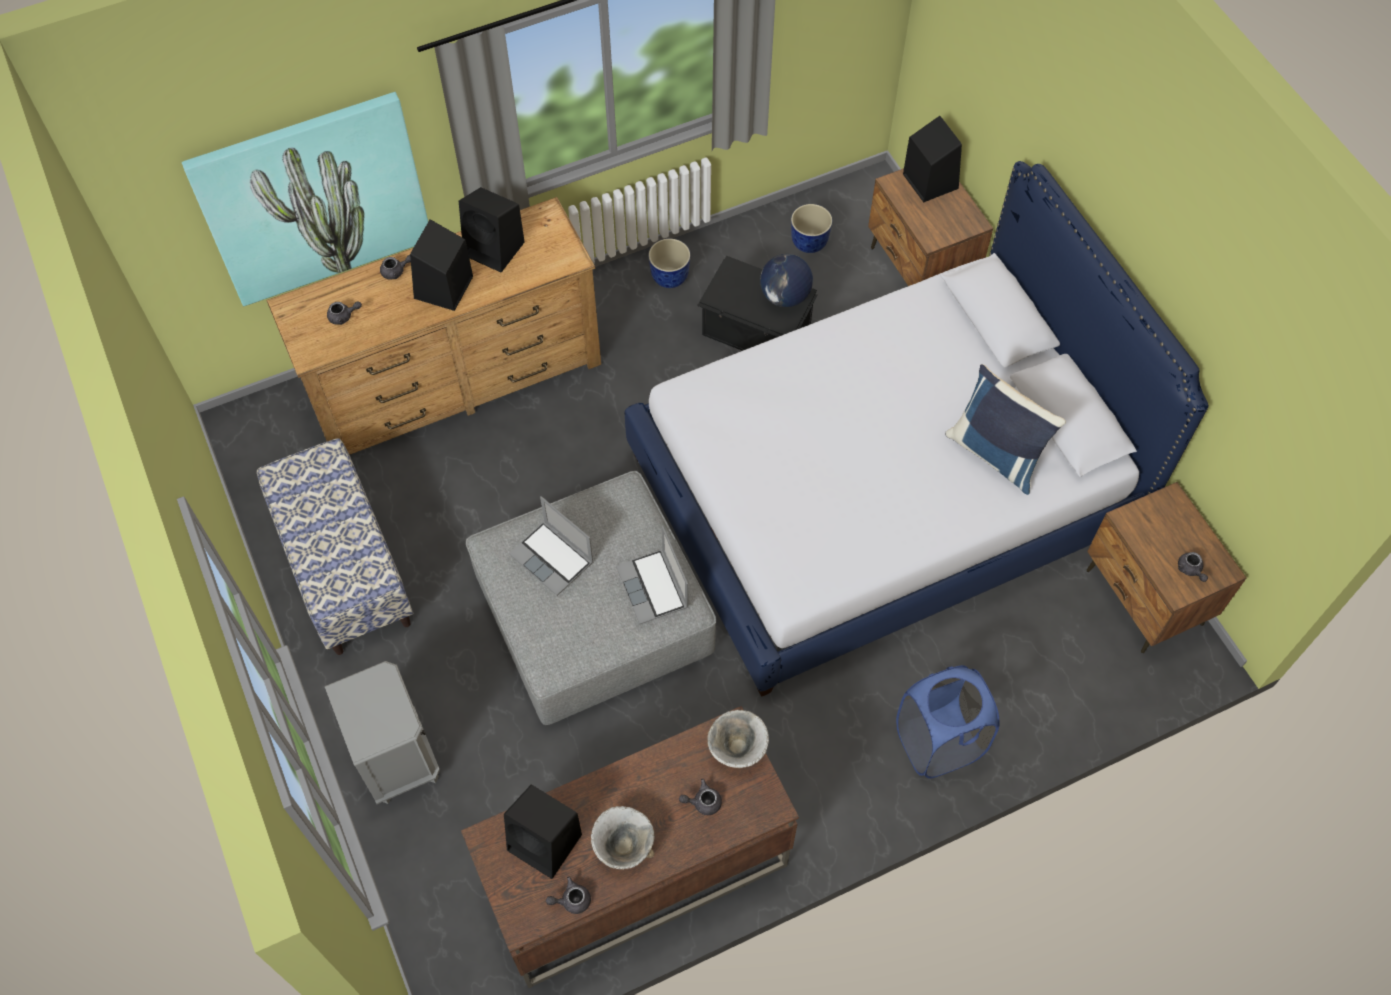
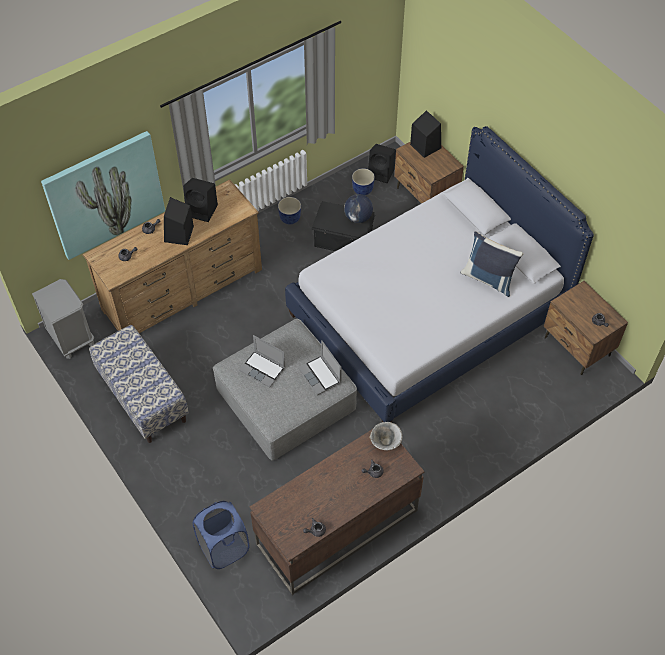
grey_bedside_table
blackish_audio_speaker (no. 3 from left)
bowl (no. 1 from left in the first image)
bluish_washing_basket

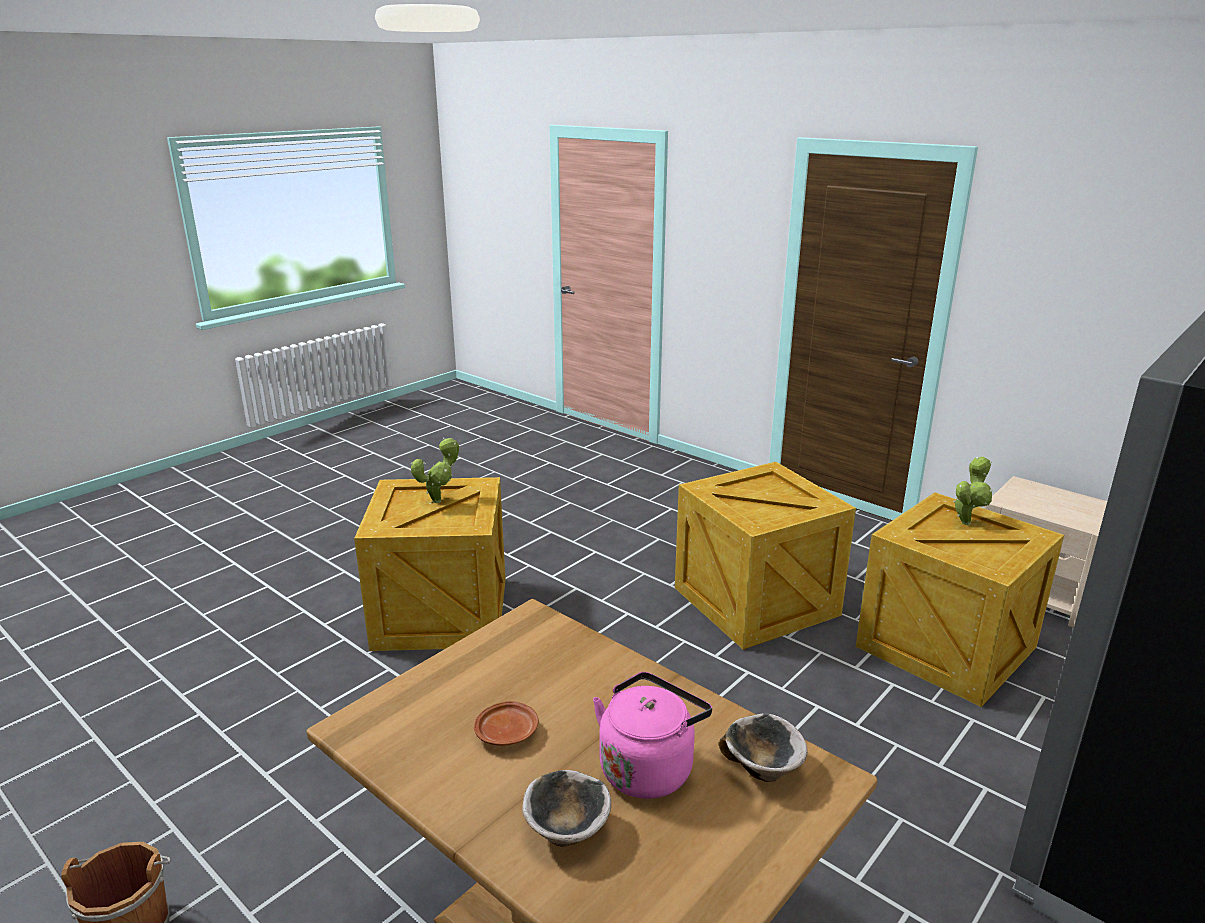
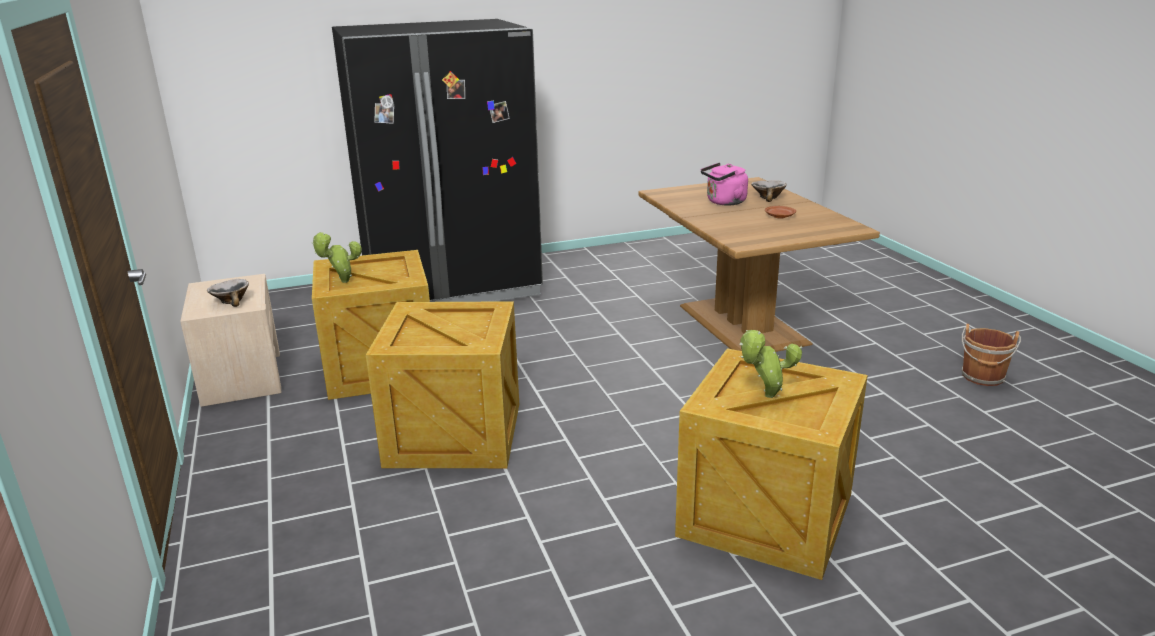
bowl (no. 1 from left)

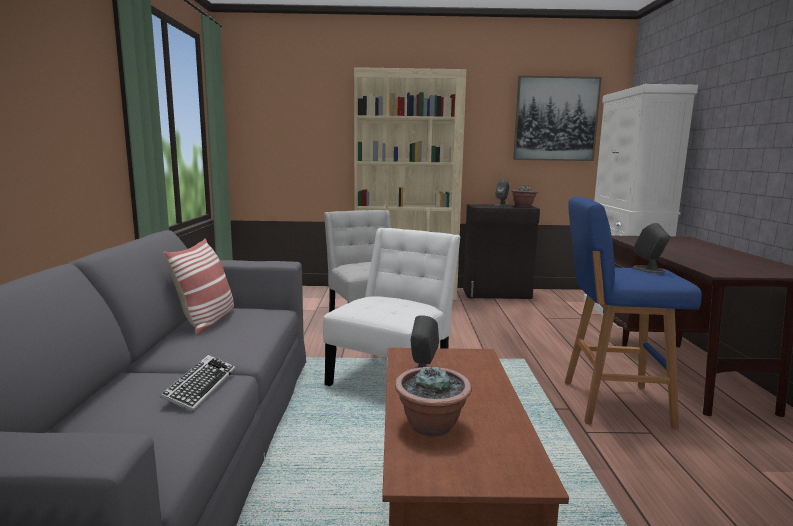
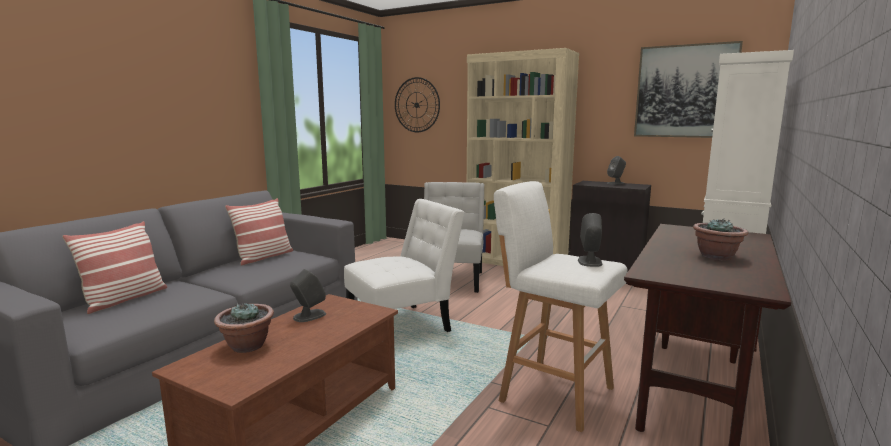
PC_keyboard
potted_plant (no. 2 from left)
whitish_sitting_stool
throw_pillow (no. 1 from left)
clock_on_the_wall

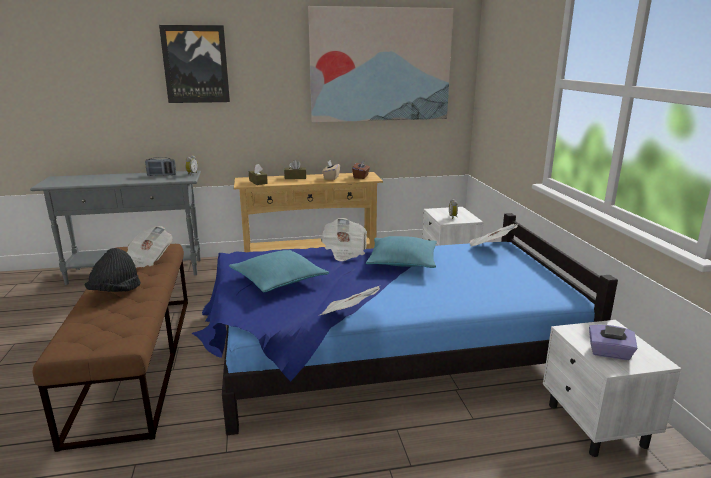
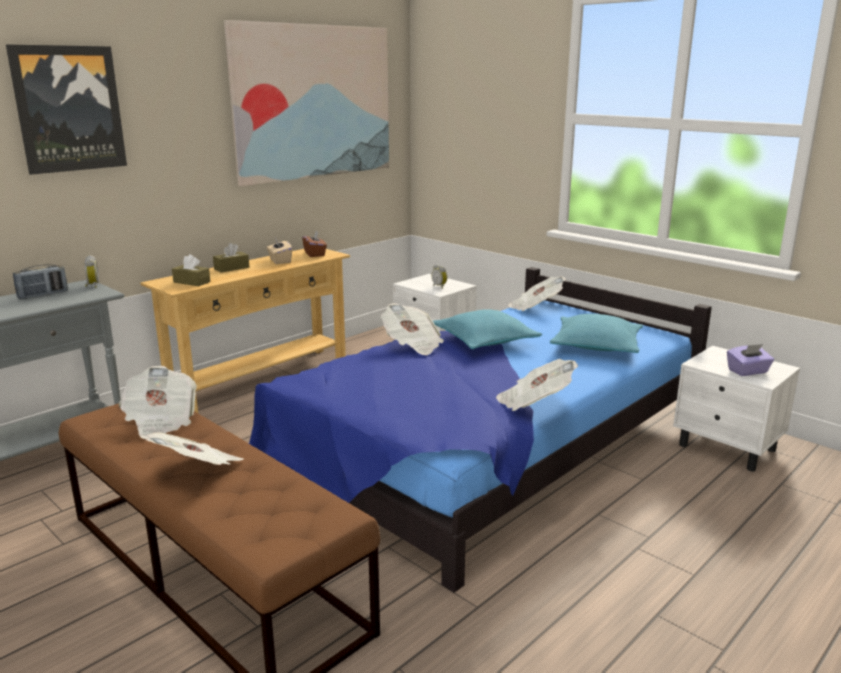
printed_paper (no. 2 from left)
turquoise-coloured_throw_pillow (no. 2 from left)

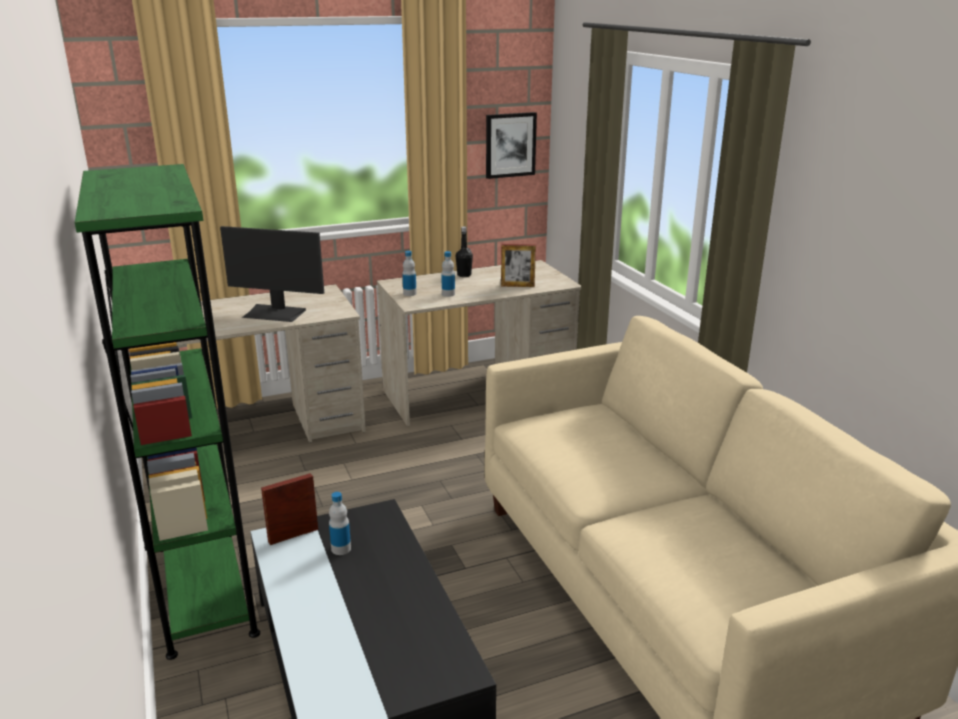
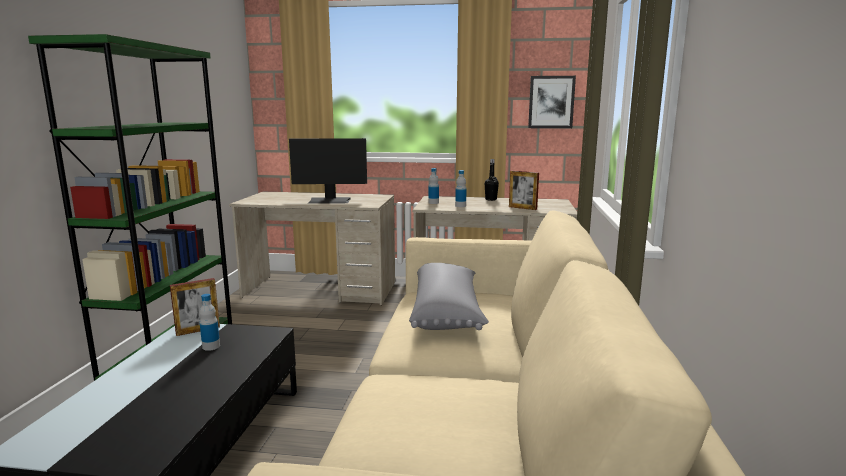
computer_display
photo_frame (no. 1 from left)
grey_throw_pillow

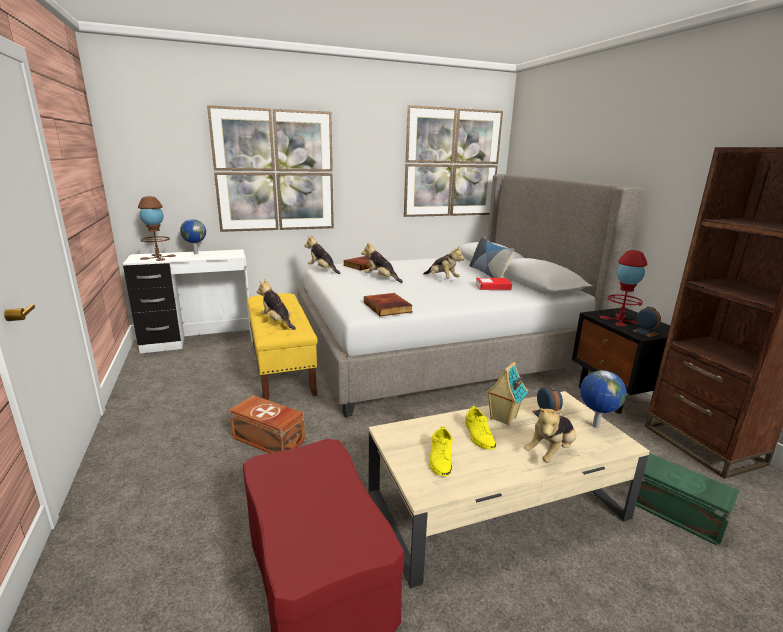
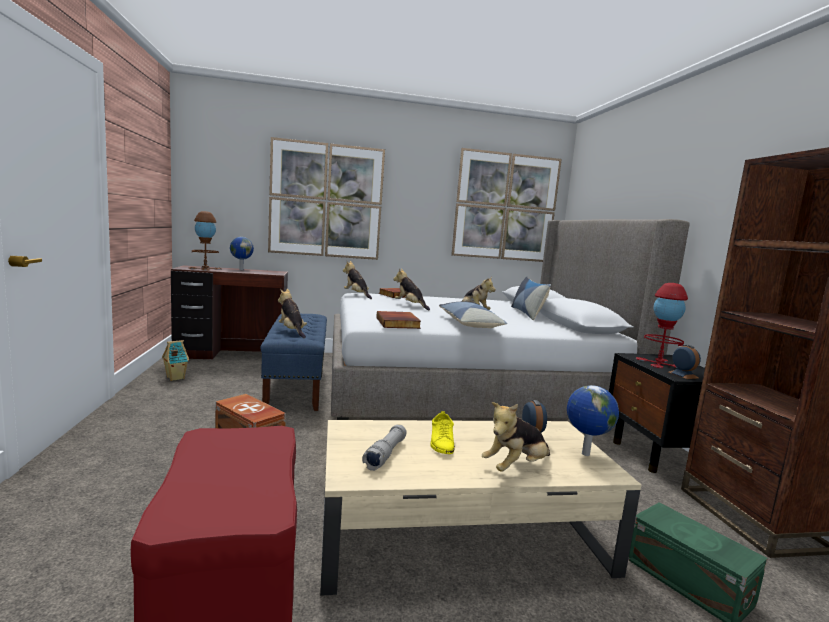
brownish_desk
bluish_indoor_bench
grey_hand_torch
bound_book (no. 3 from left in the first image)
miniature_house
throw_pillow (no. 1 from left)

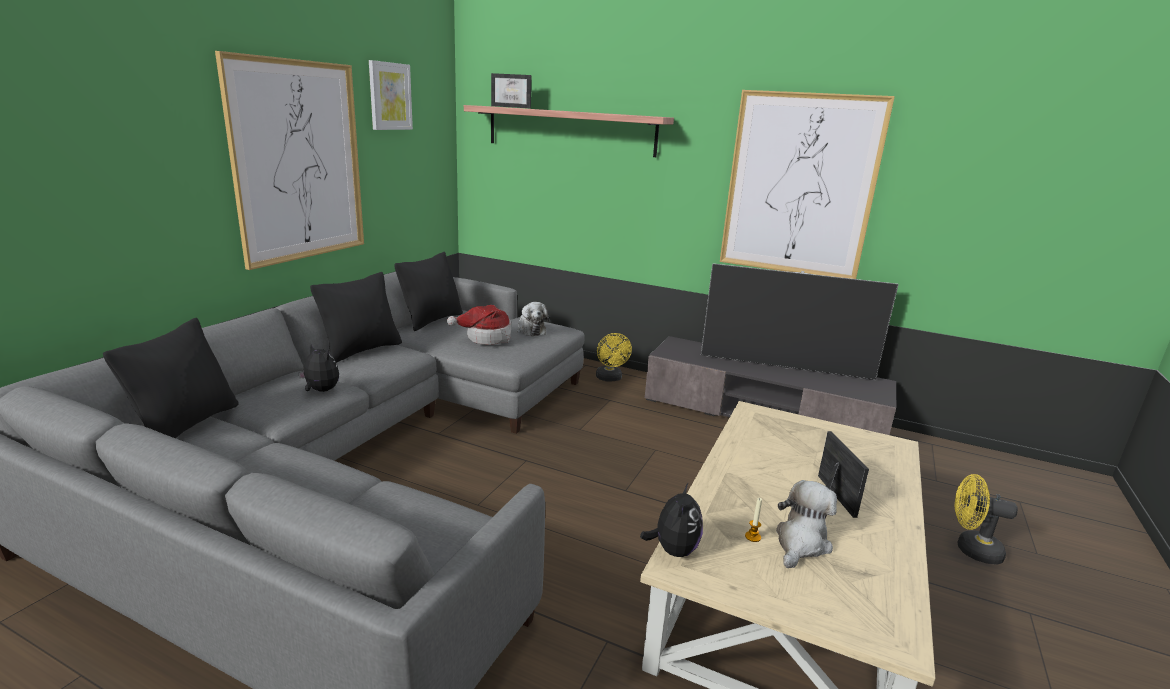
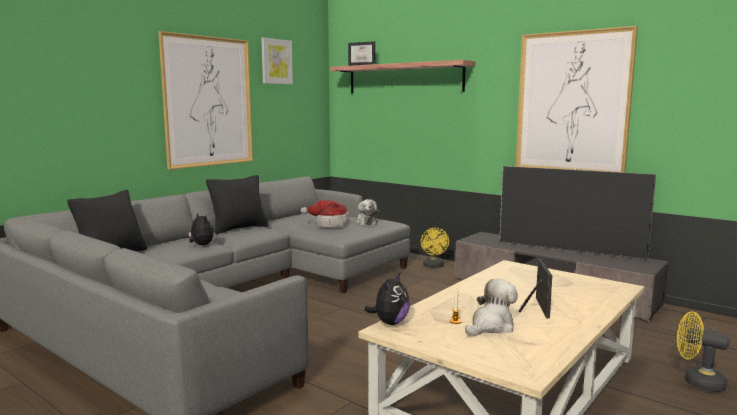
blackish_throw_pillow (no. 3 from left in the first image)

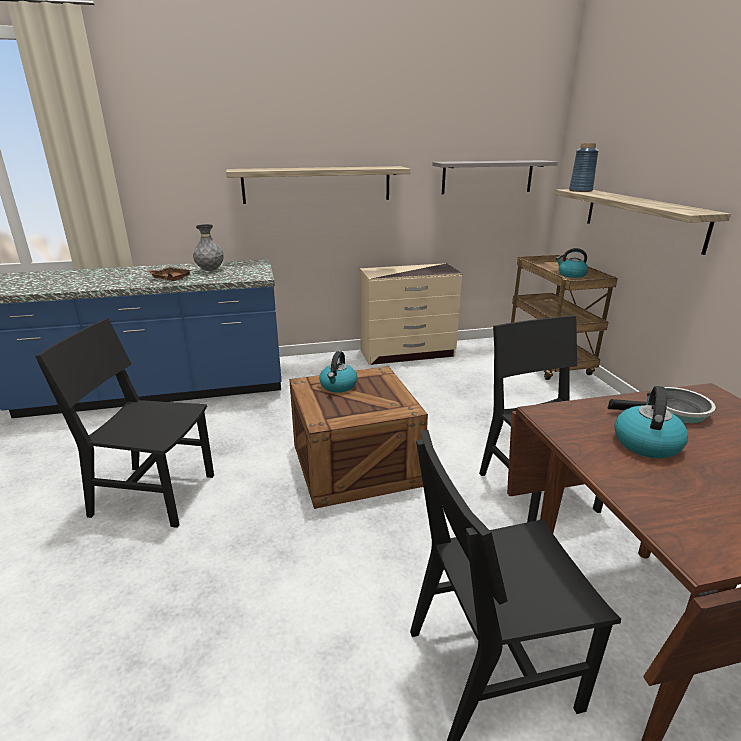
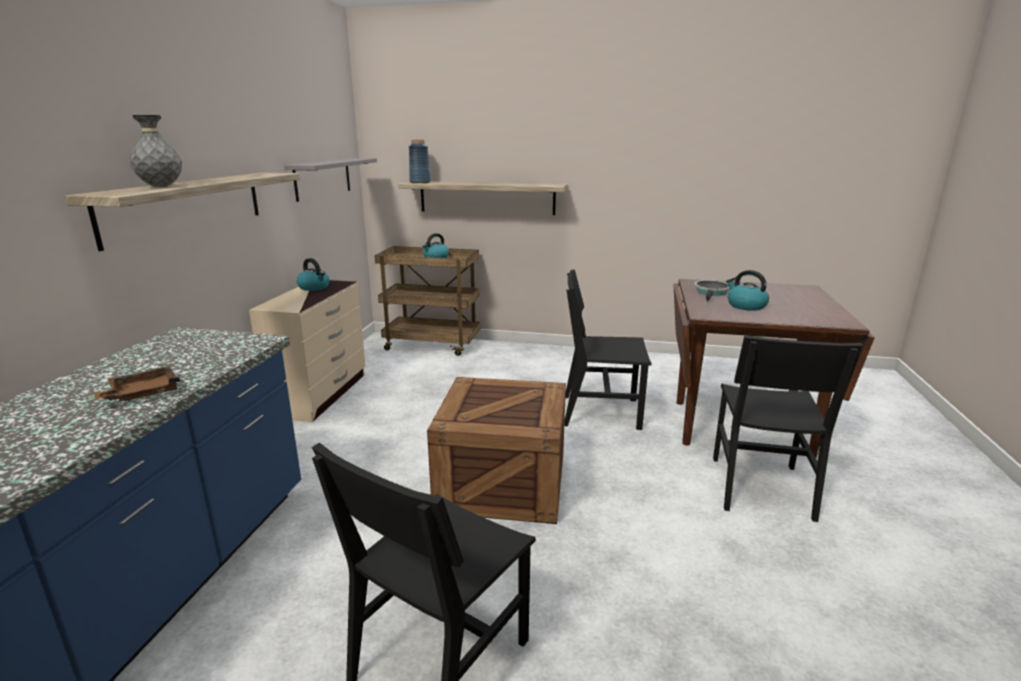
grey_decorative_vase
kettle (no. 1 from left)

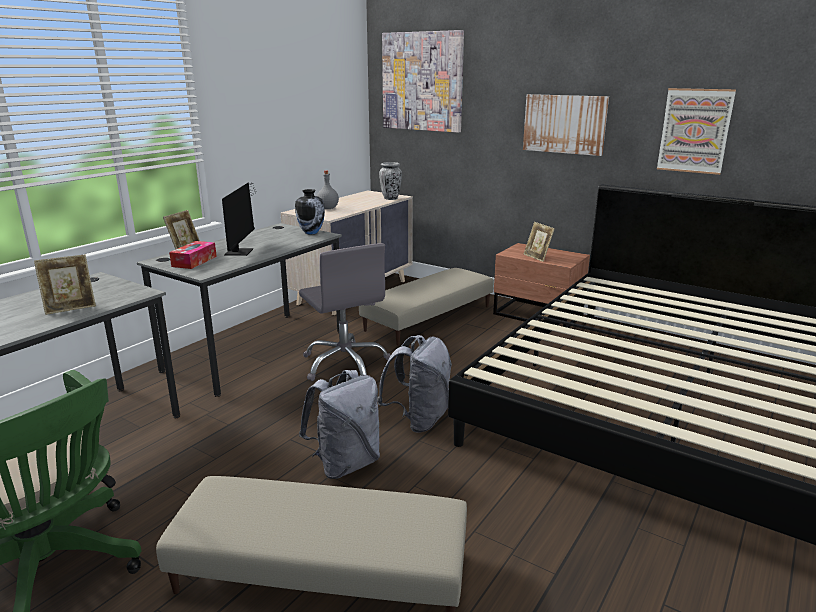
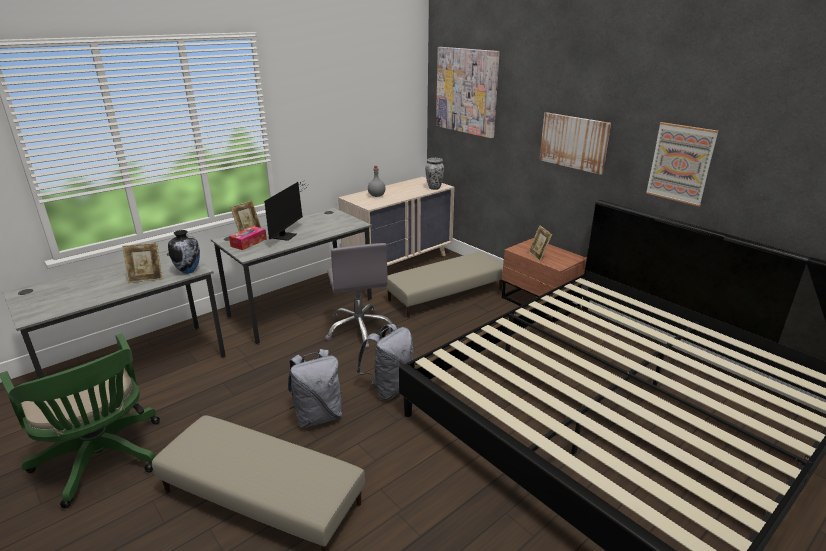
decorative_vase (no. 1 from left)

